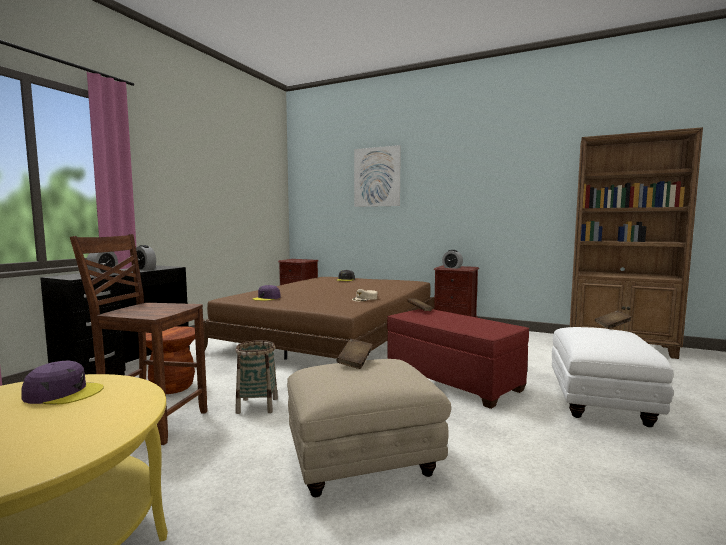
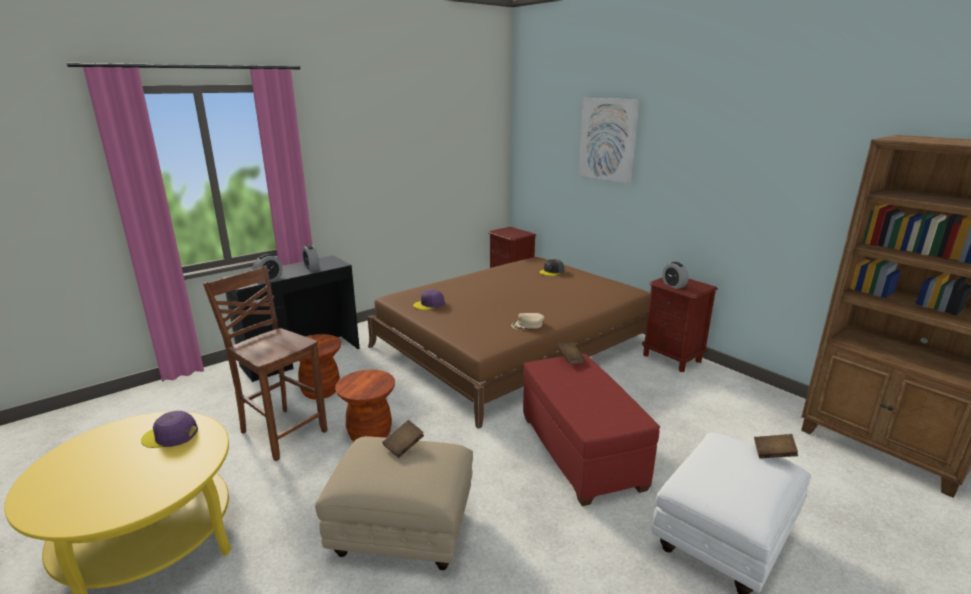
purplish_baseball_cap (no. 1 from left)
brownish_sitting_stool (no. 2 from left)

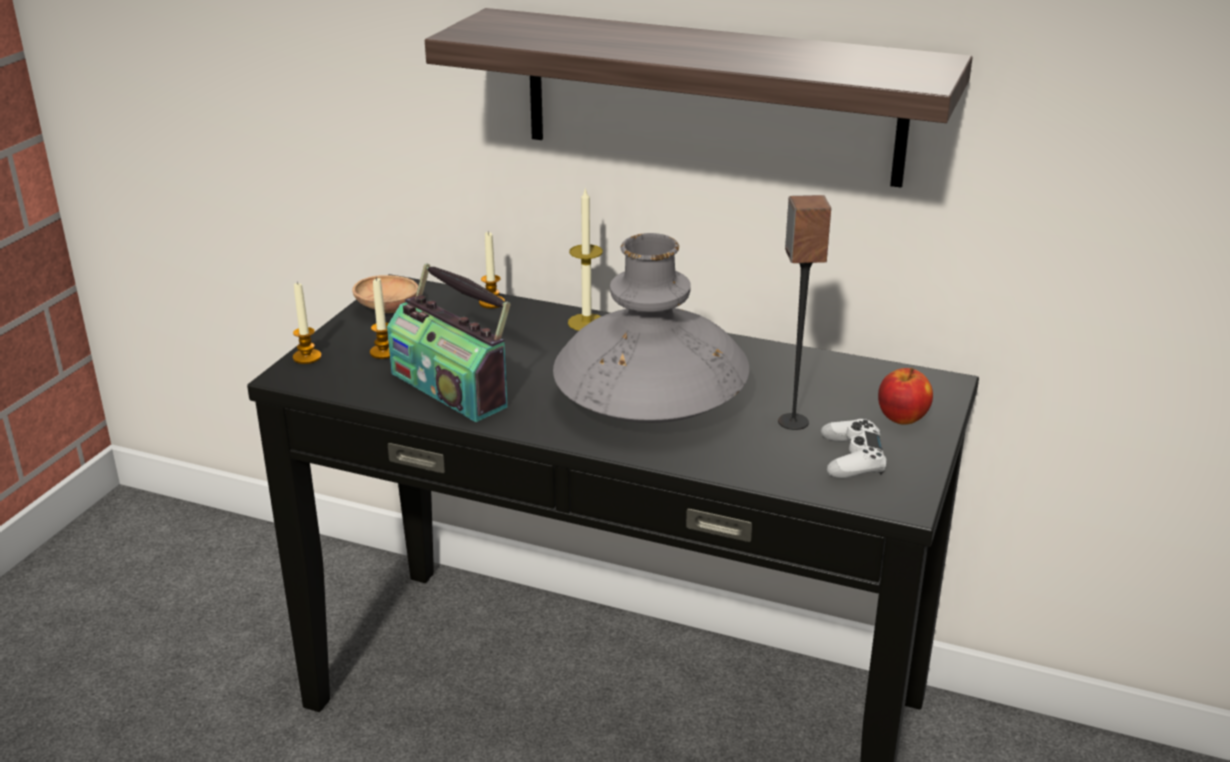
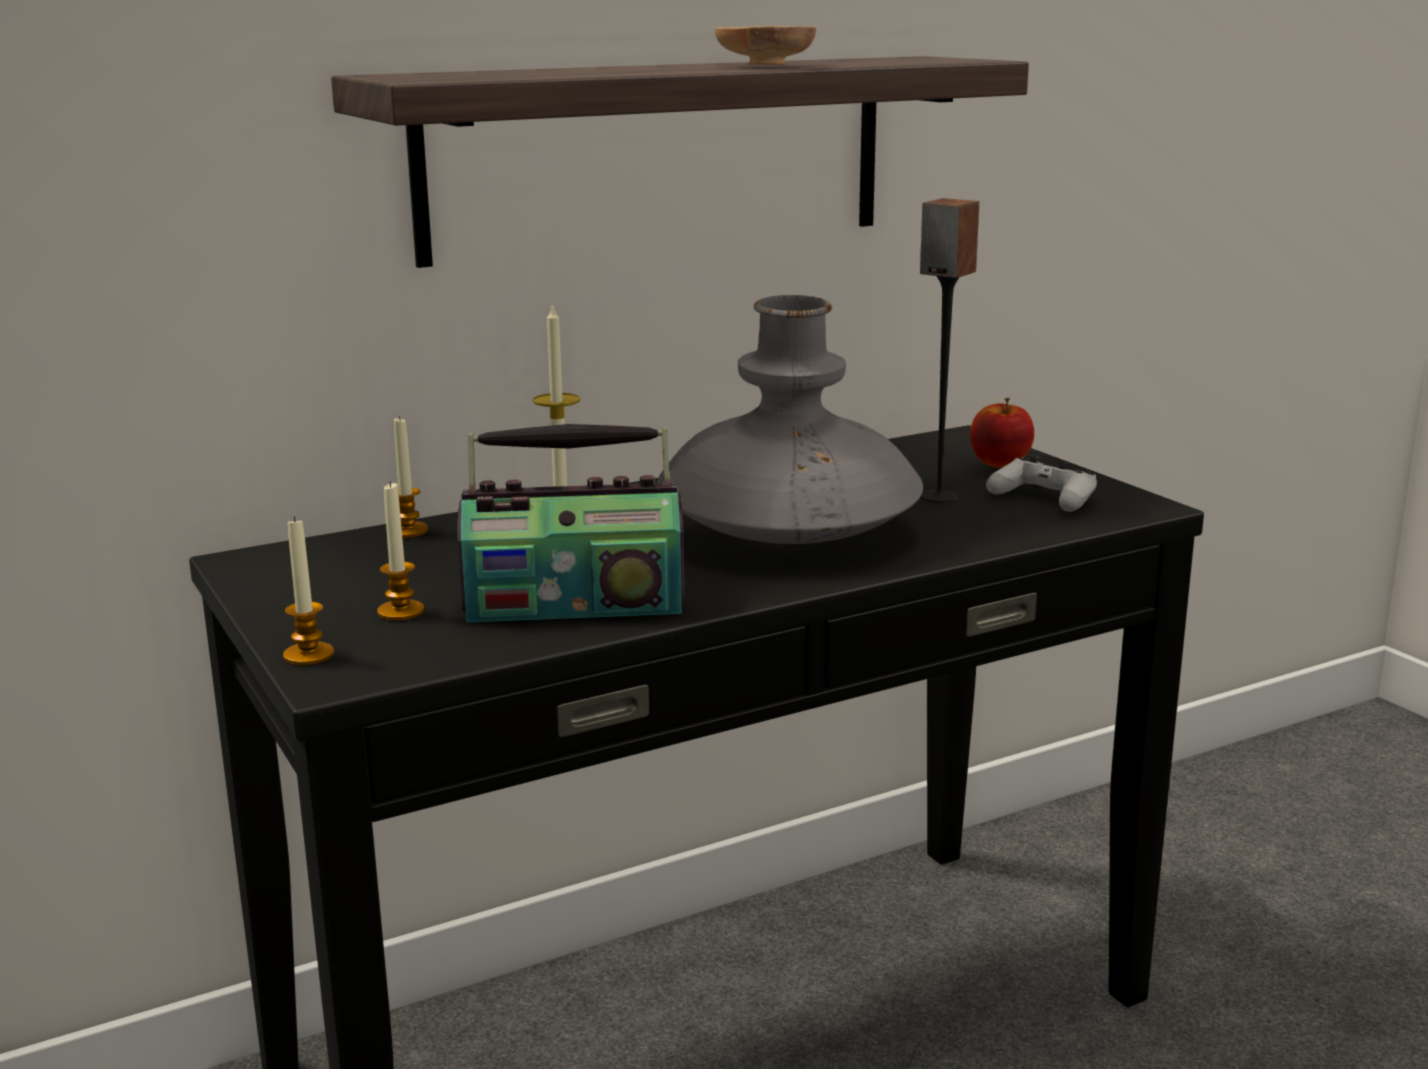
brownish_bowl

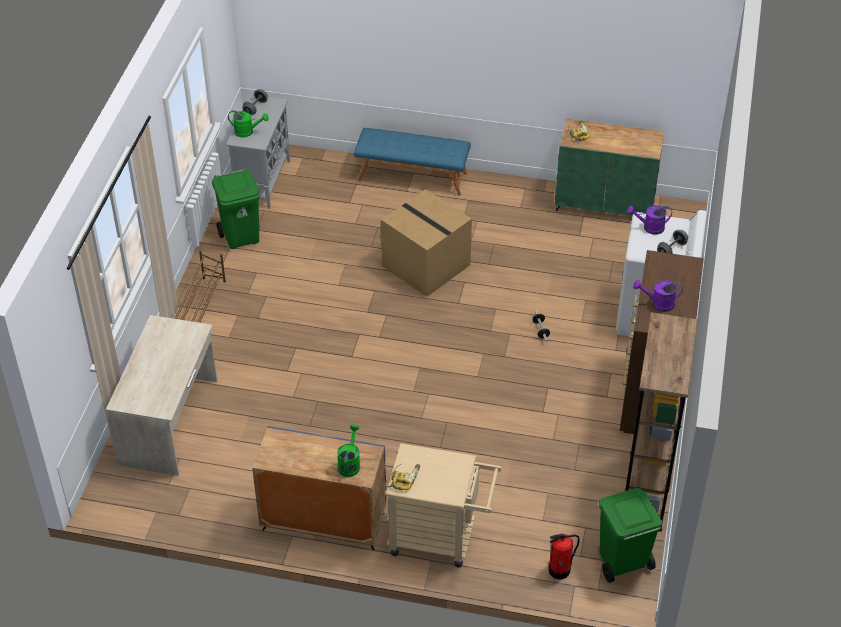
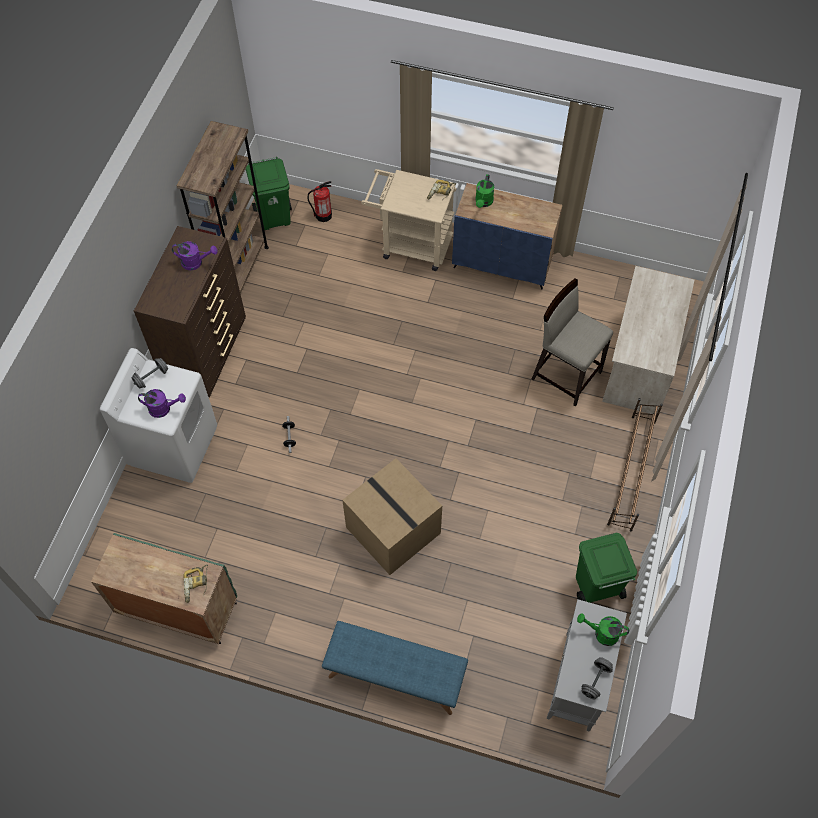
beige_sitting_stool

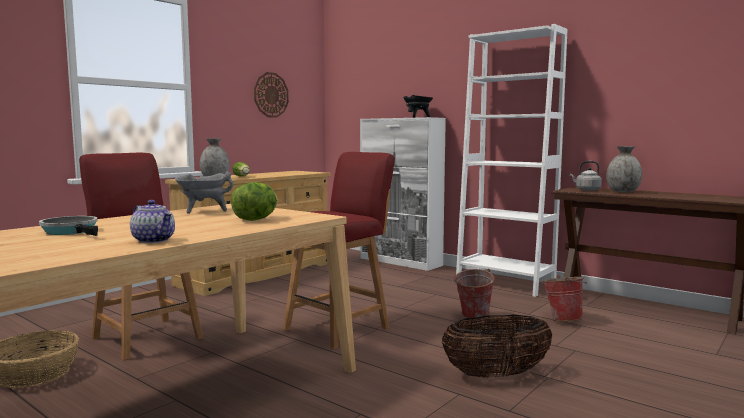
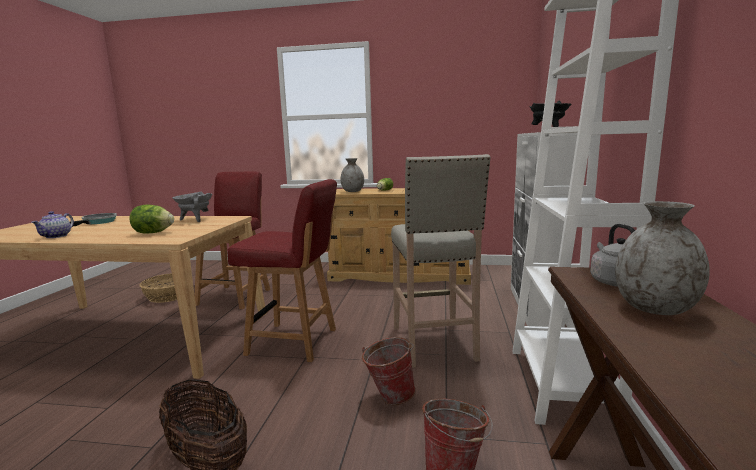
clock_on_the_wall
beige_sitting_stool

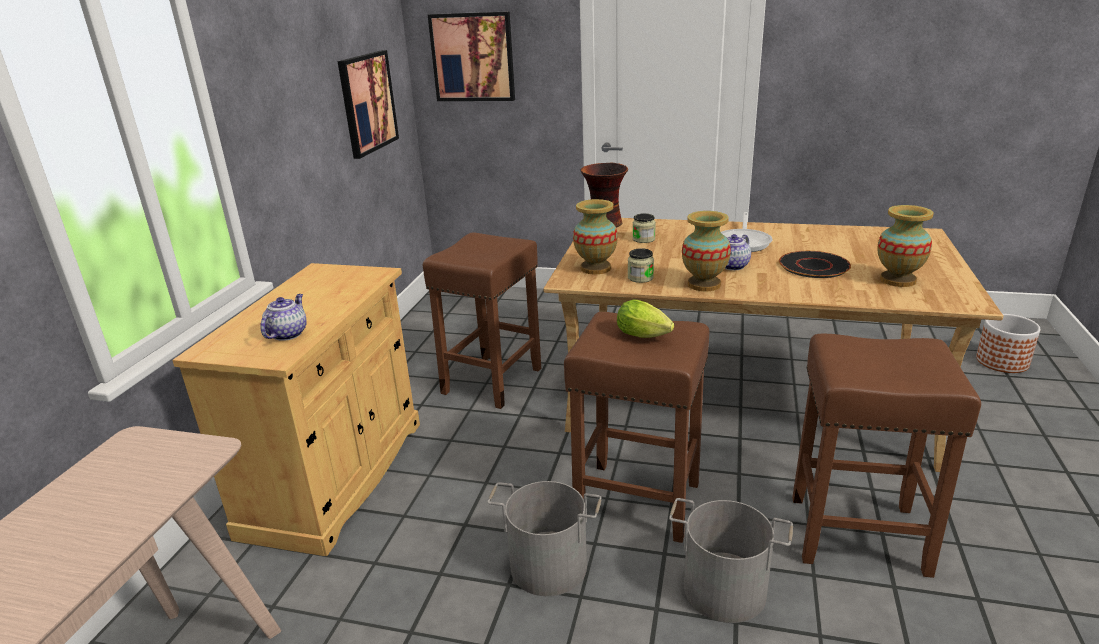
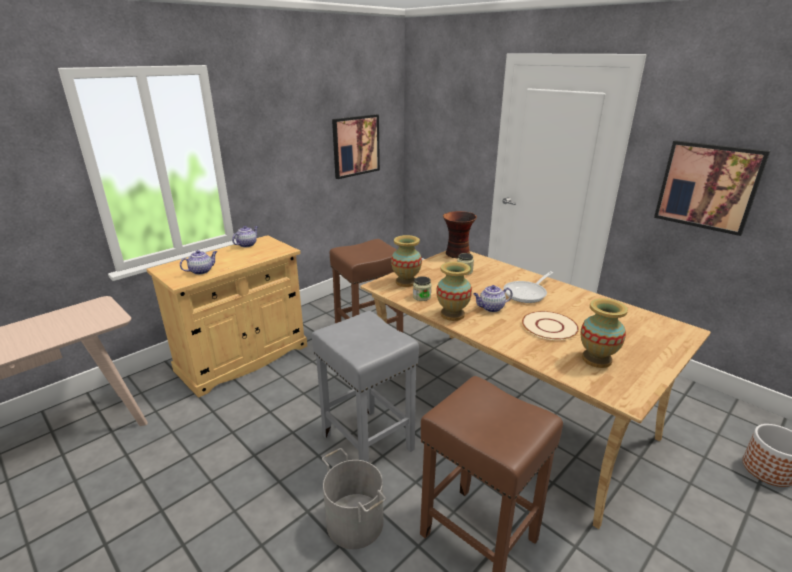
picture (no. 2 from left)
grey_bucket (no. 1 from left in the first image)
grey_sitting_stool
lettuce
beige_plate
pot_for_tea (no. 2 from left)

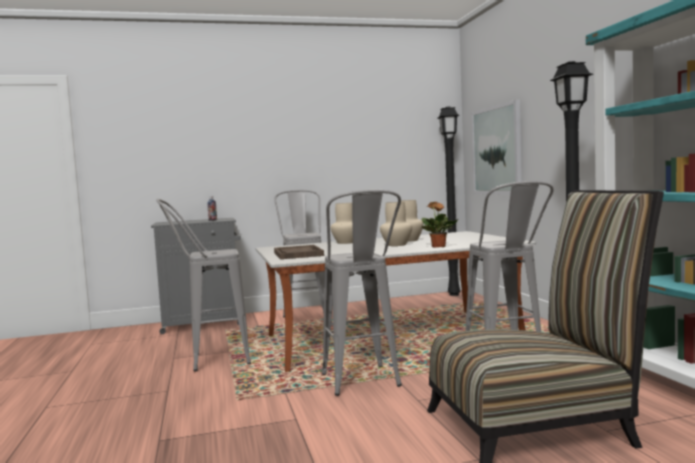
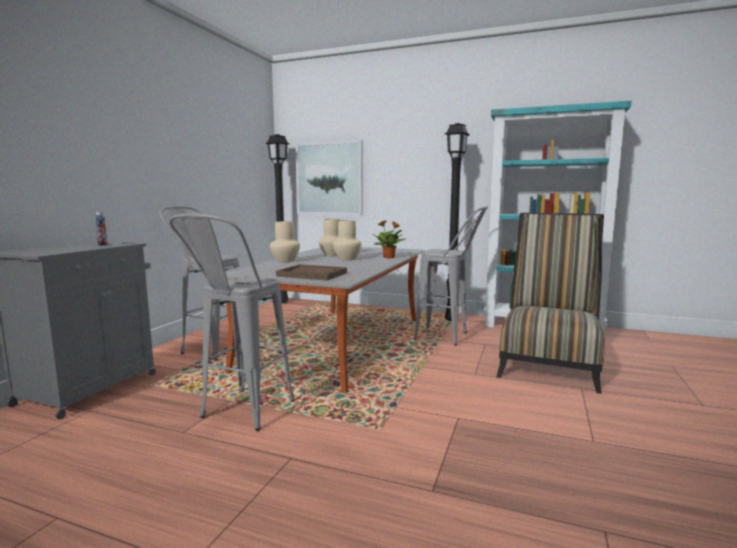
grey_sitting_stool (no. 3 from left in the first image)

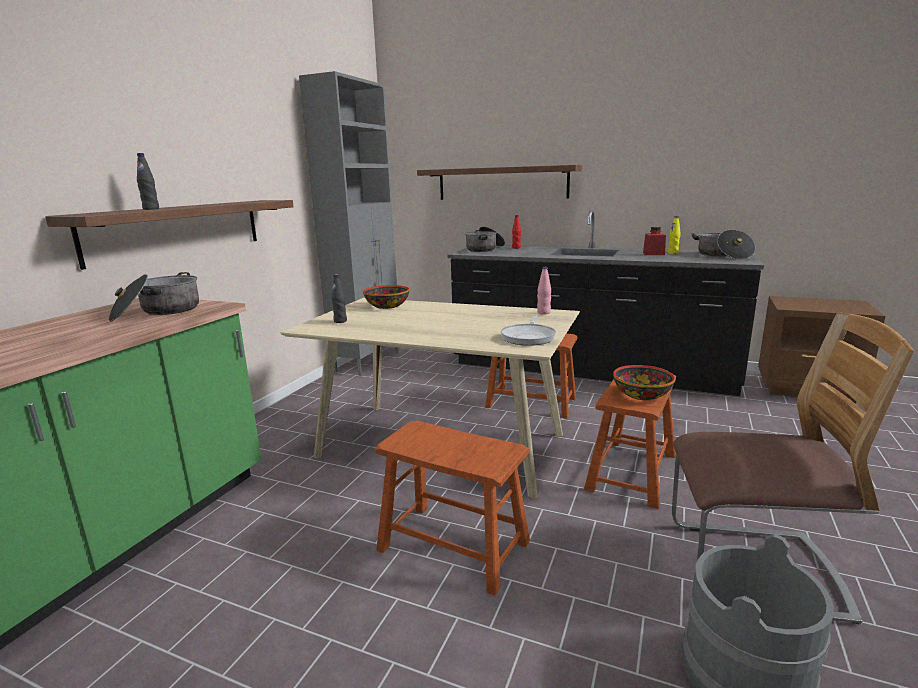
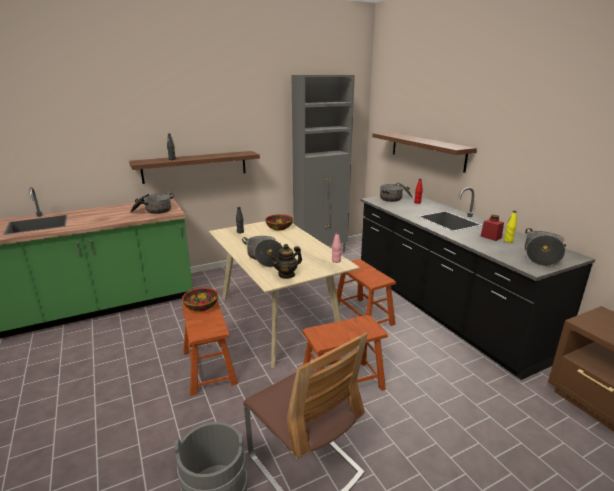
pot_for_tea
bowl (no. 1 from left)
cooking_pot (no. 2 from left)

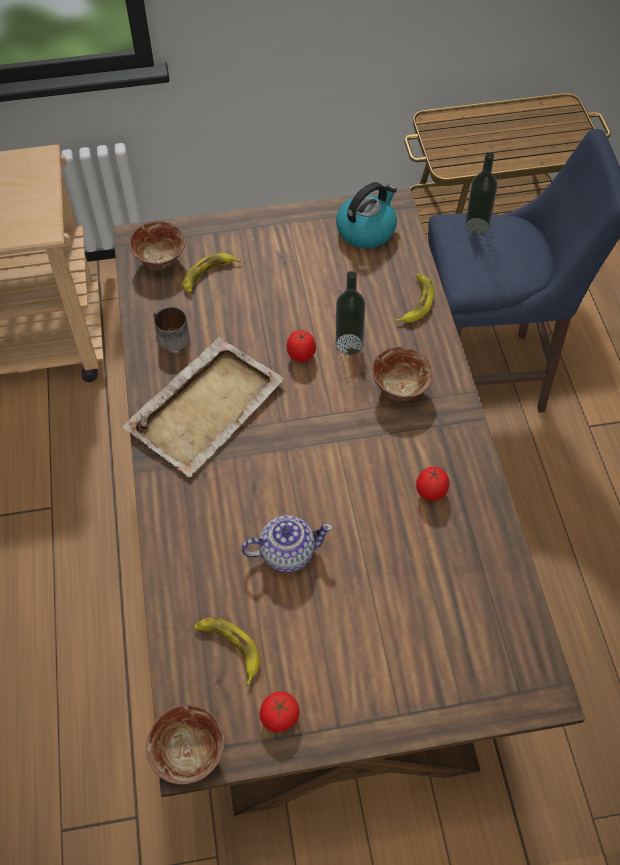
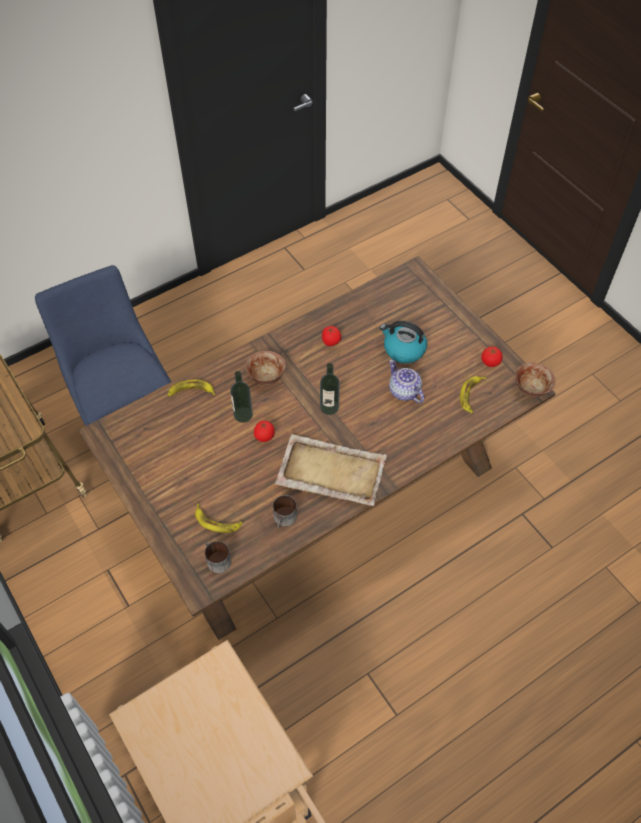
tea_mug (no. 1 from left)
kettle
drink_bottle (no. 2 from left)

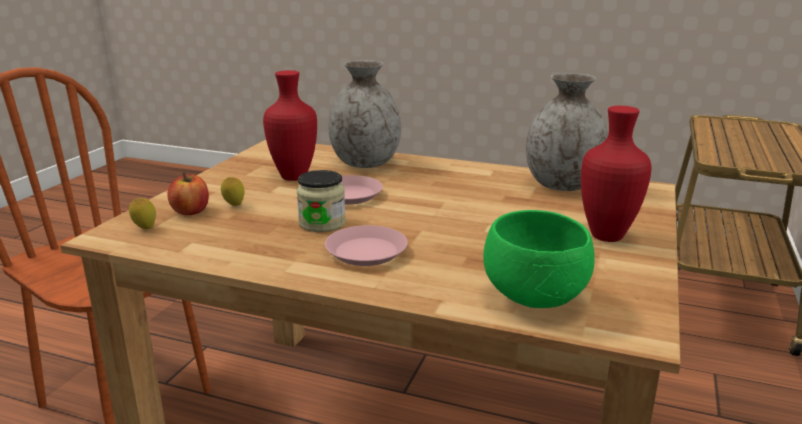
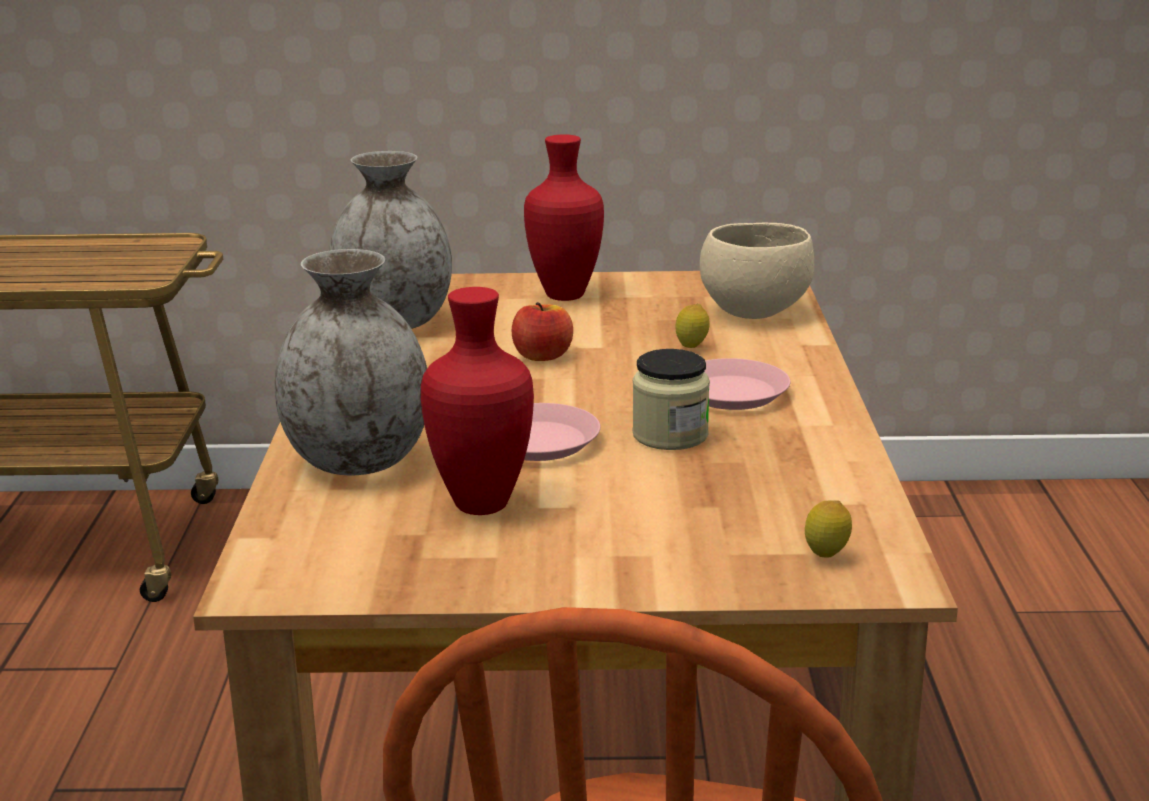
apple_fruit
lemon (no. 1 from left)
beige_bowl

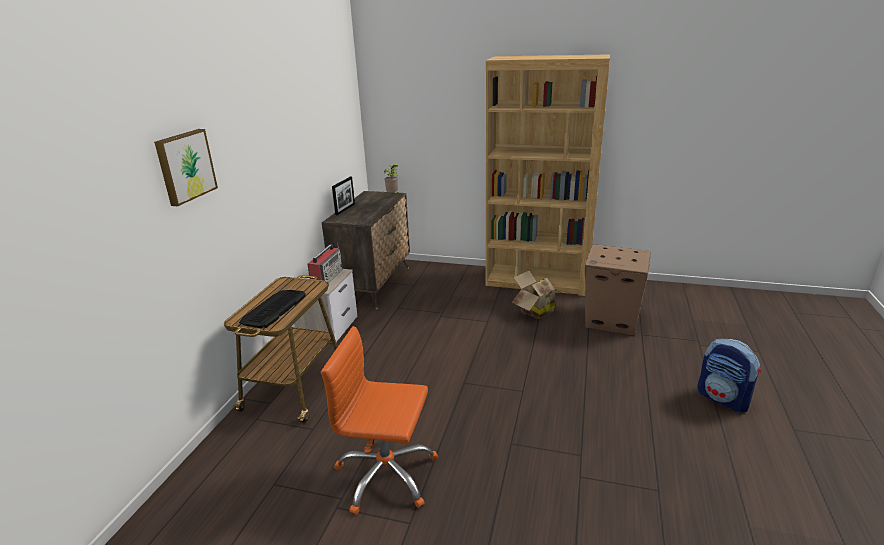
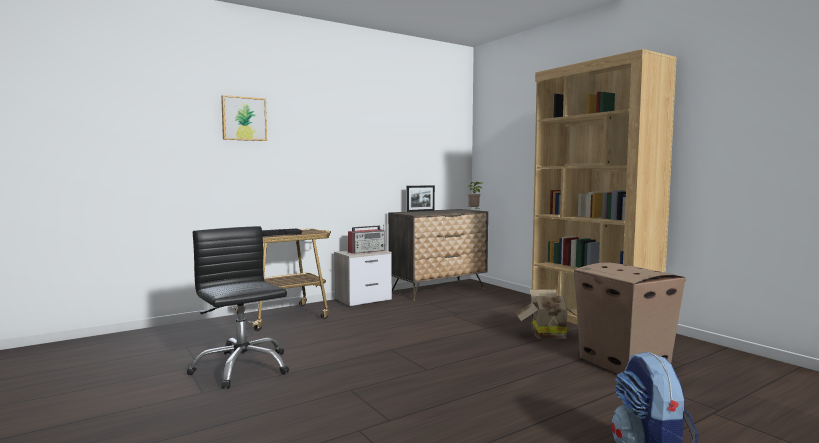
blackish_office_chair

